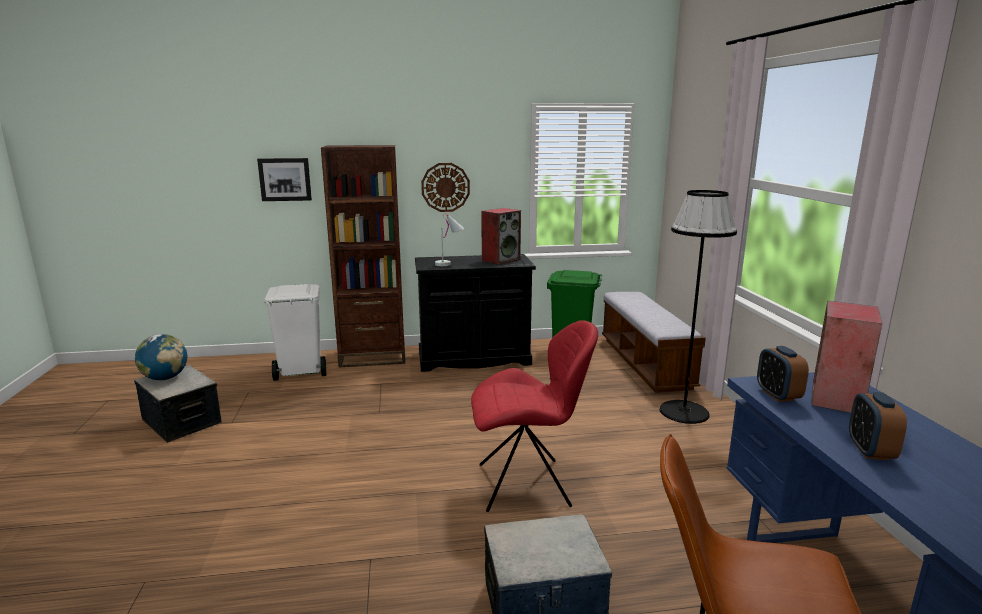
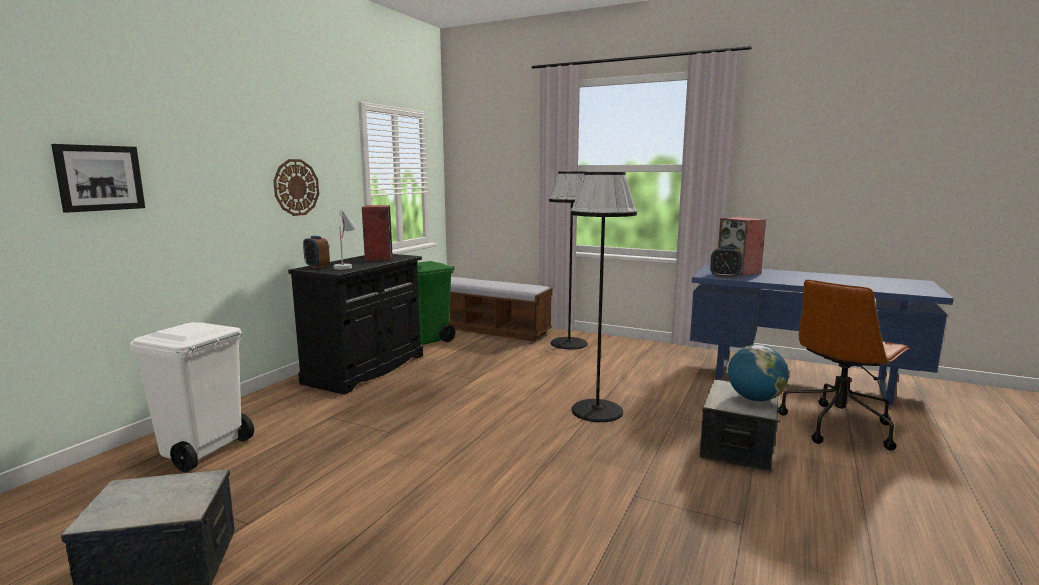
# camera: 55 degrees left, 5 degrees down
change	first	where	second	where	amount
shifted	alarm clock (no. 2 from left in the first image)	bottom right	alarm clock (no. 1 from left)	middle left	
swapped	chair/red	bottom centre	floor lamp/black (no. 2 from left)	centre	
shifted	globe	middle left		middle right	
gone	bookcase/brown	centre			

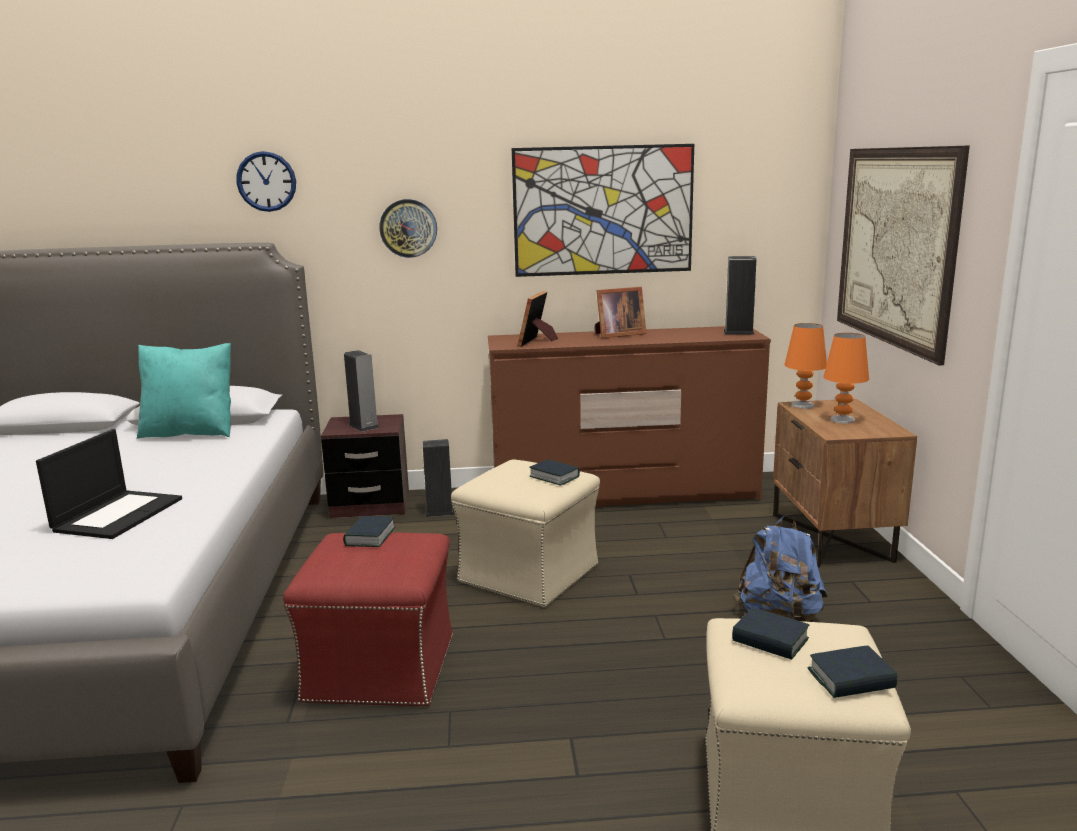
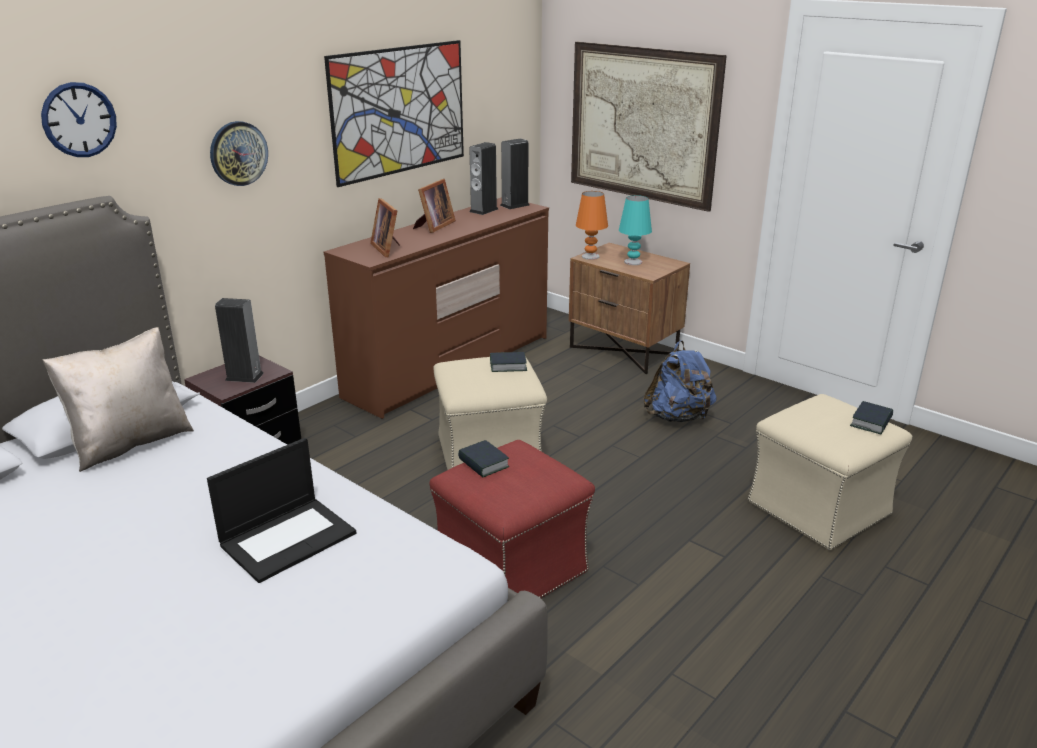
# camera: 45 degrees left, 10 degrees up
change	first	where	second	where	amount
repainted	pillow/turquoise	middle left	pillow/beige	middle left	
rotated	laptop	middle left		bottom left	75 degrees clockwise
shifted	speaker (no. 2 from left)	centre		top centre	
repainted	table lamp/orange (no. 2 from left)	middle right	table lamp/turquoise	top centre	
gone	book (no. 3 from left)	bottom right			

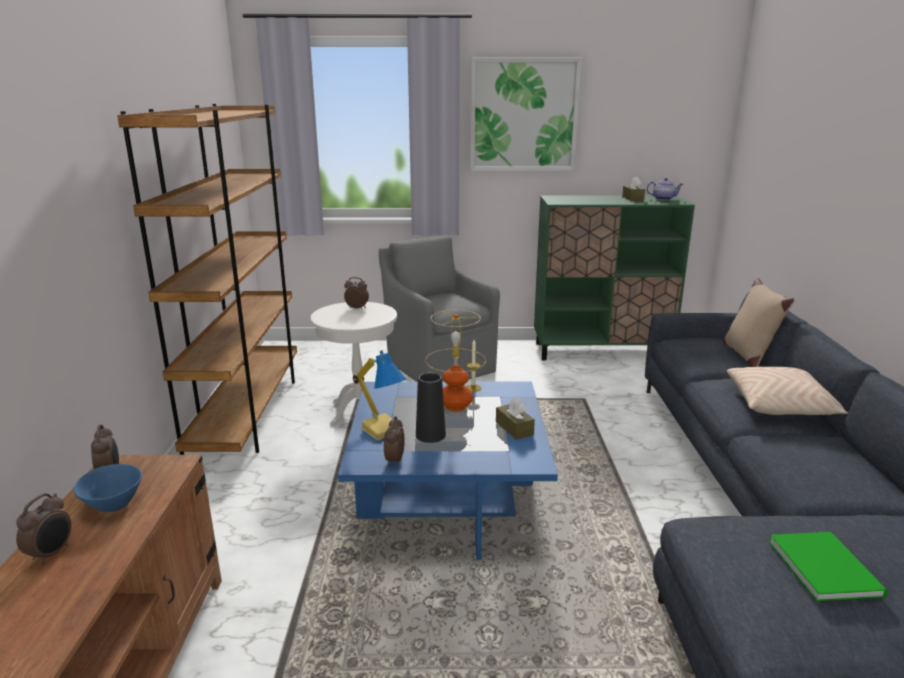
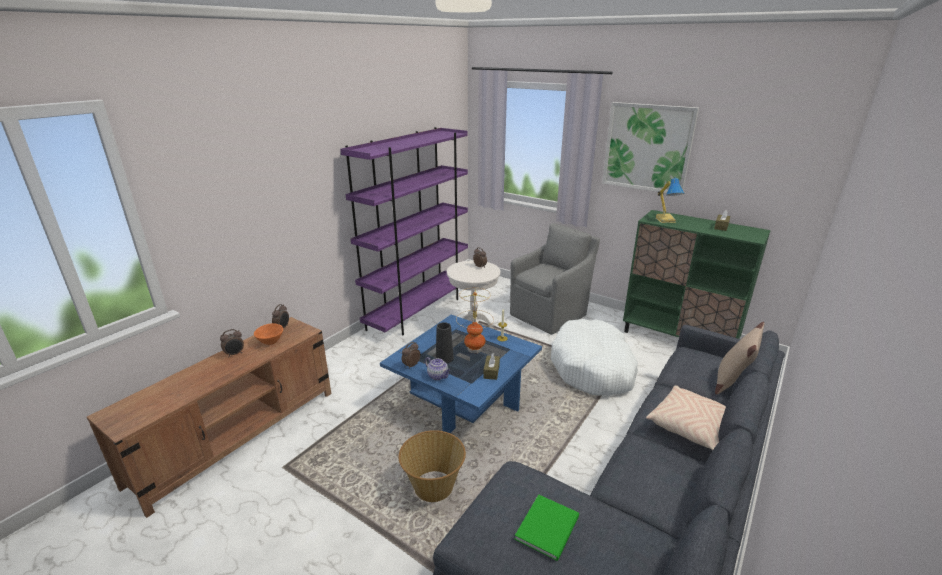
# camera: 35 degrees right, 5 degrees up
change	first	where	second	where	amount
repainted	bowl/blue	bottom left	bowl/orange	middle left	
repainted	bookcase/brown	middle left	bookcase/purple	centre	
new			basket	bottom centre	
shifted	teapot	top right		centre	
rotated	armchair/grey	centre		centre	45 degrees clockwise
new			dog bed/white	centre	
shifted	table lamp (no. 1 from left in the first image)	centre	table lamp (no. 2 from left)	middle right	

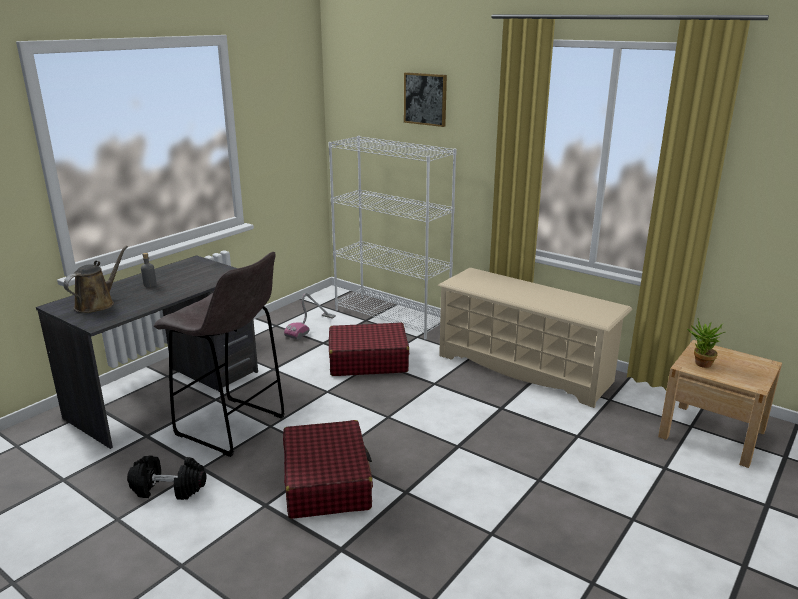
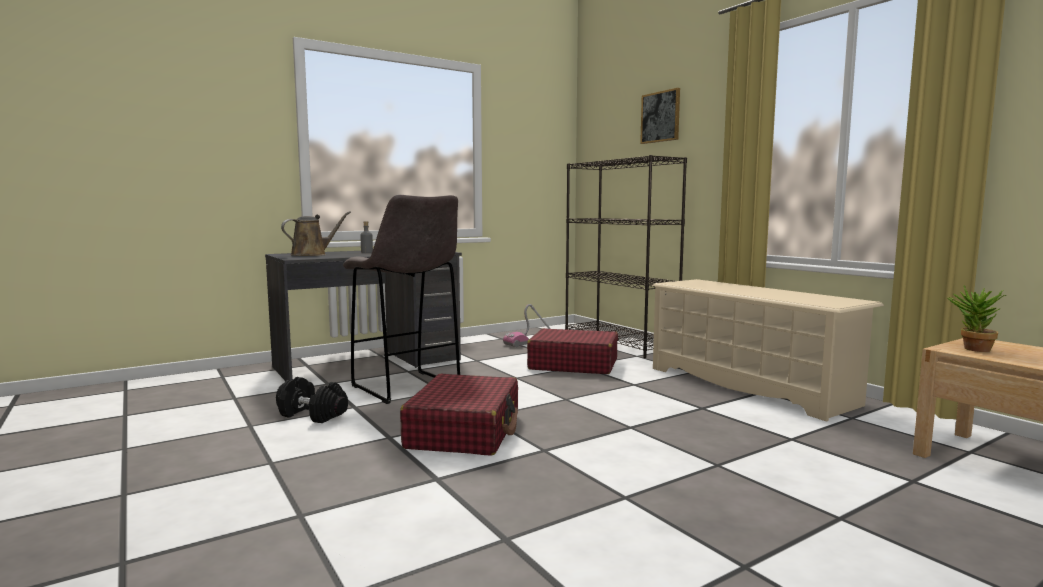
# camera: 20 degrees right, 15 degrees down
change	first	where	second	where	amount
repainted	bookcase/white	centre	bookcase/black	centre	

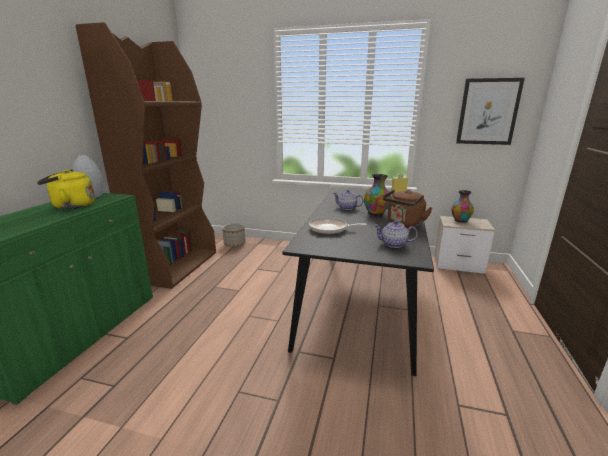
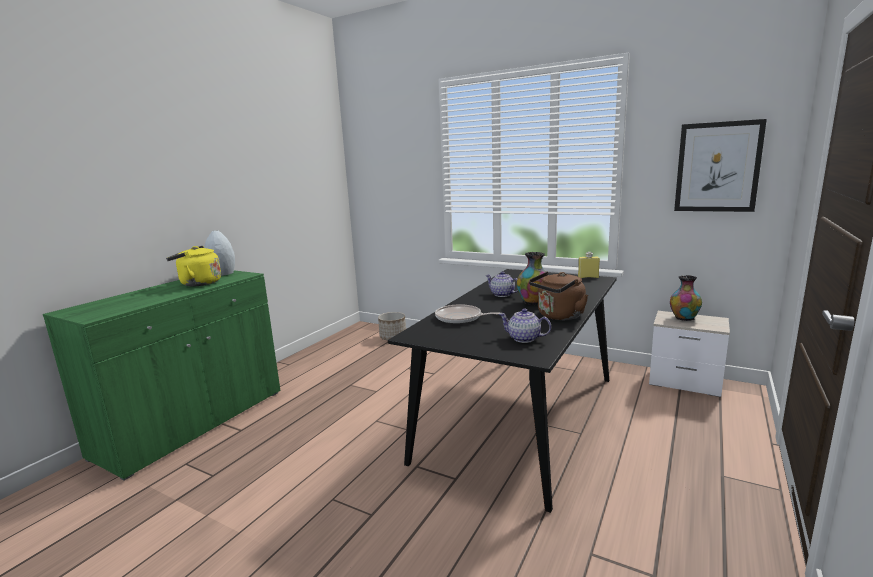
# camera: 15 degrees right, 5 degrees down
change	first	where	second	where	amount
gone	bookcase/brown	middle left			

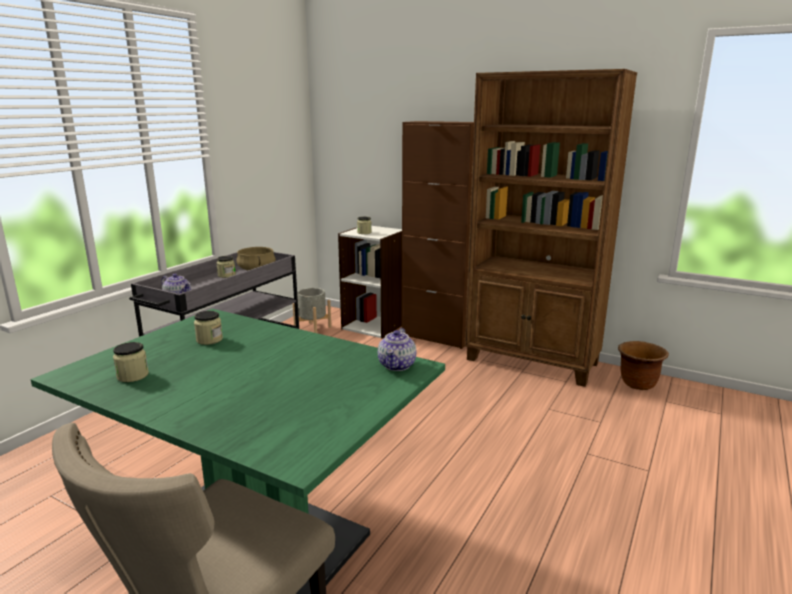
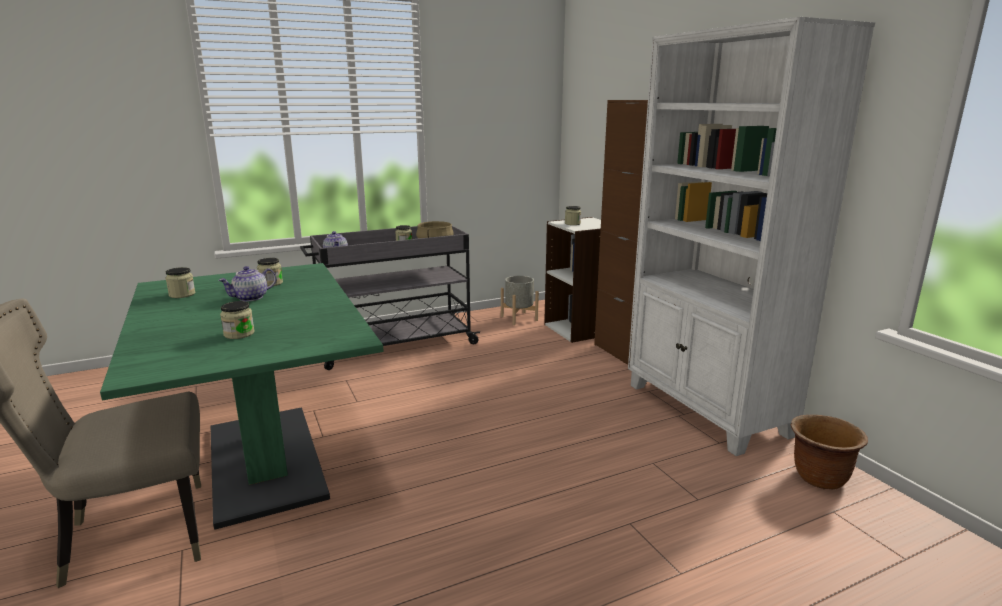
# camera: 35 degrees right, 0 degrees up
change	first	where	second	where	amount
shifted	teapot (no. 2 from left in the first image)	centre	teapot (no. 1 from left)	middle left	
new			jar (no. 2 from left)	middle left	
repainted	bookcase/brown	middle right	bookcase/white (no. 2 from left)	middle right	

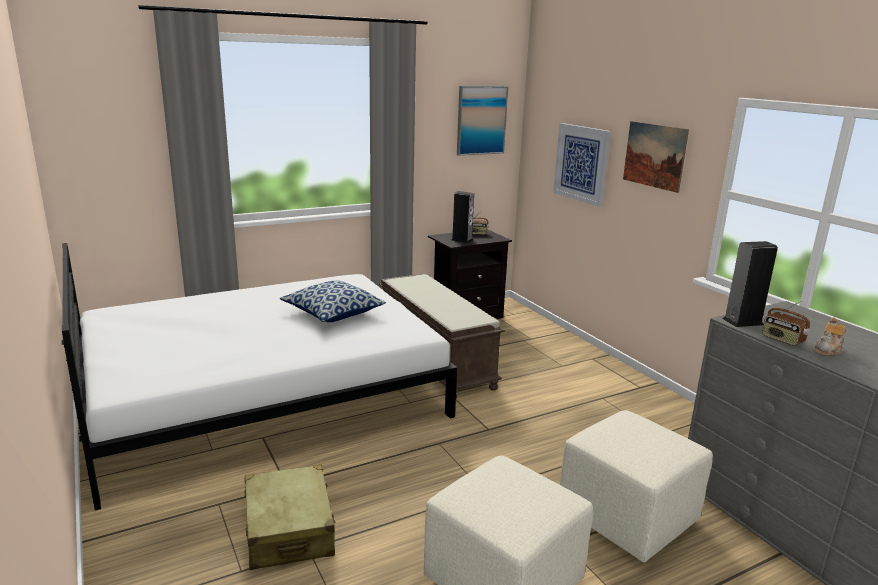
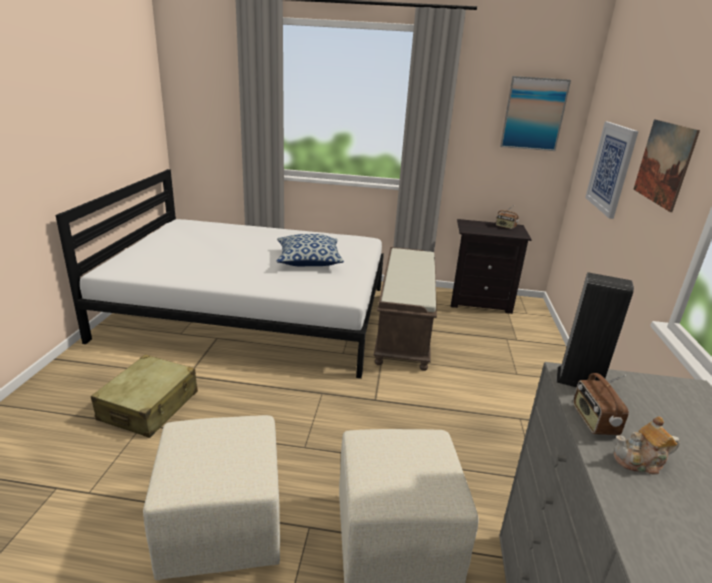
# camera: 35 degrees right, 5 degrees up
change	first	where	second	where	amount
gone	speaker (no. 1 from left)	centre			

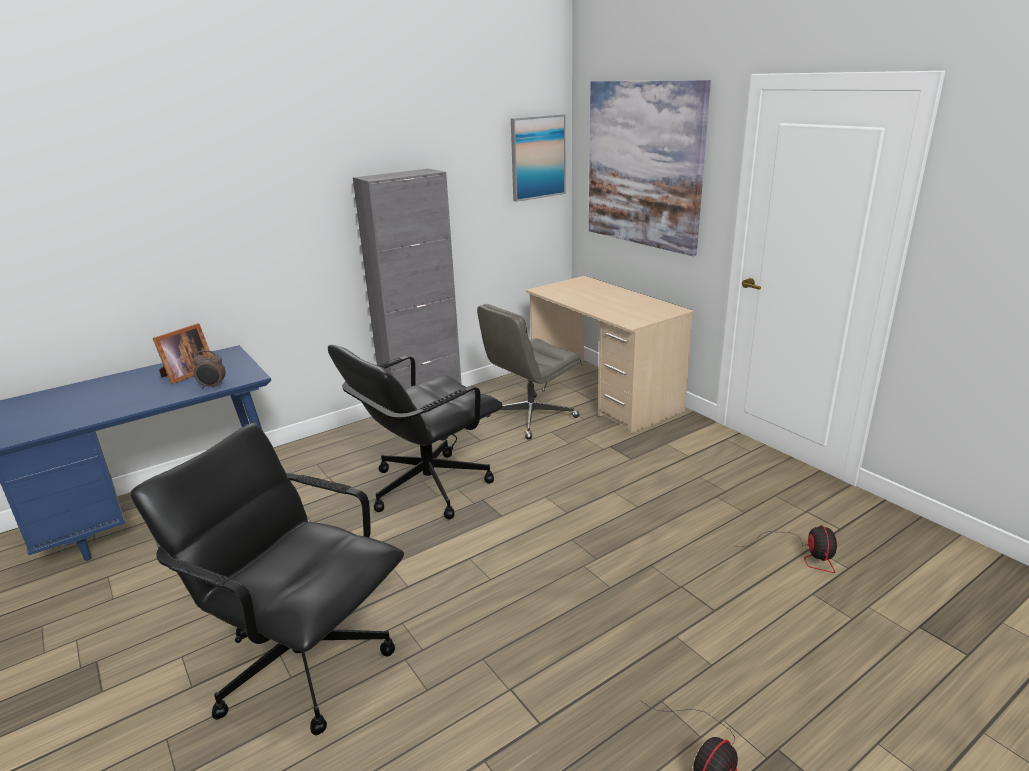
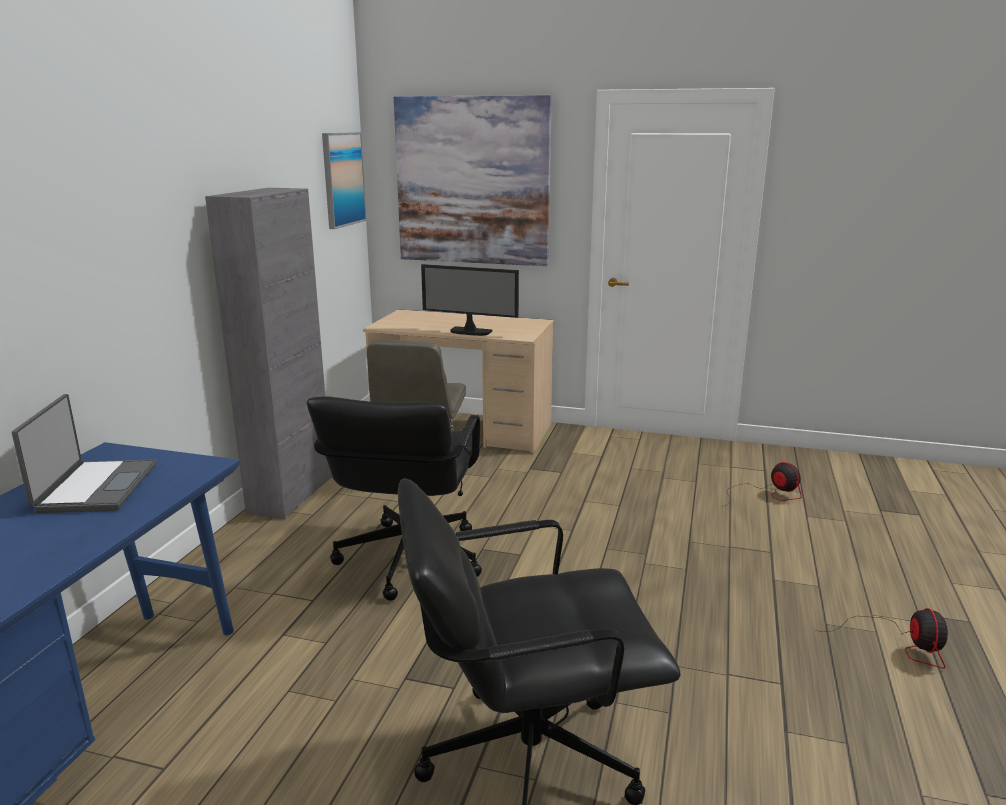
# camera: 40 degrees left, 5 degrees down
change	first	where	second	where	amount
swapped	picture frame	middle left	laptop	middle left	
new			monitor	centre	
gone	alarm clock	middle left			

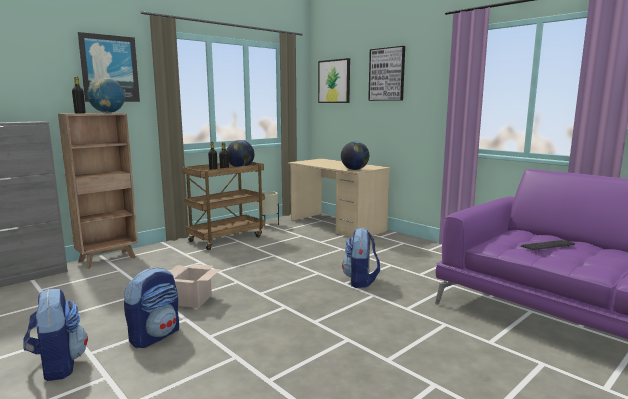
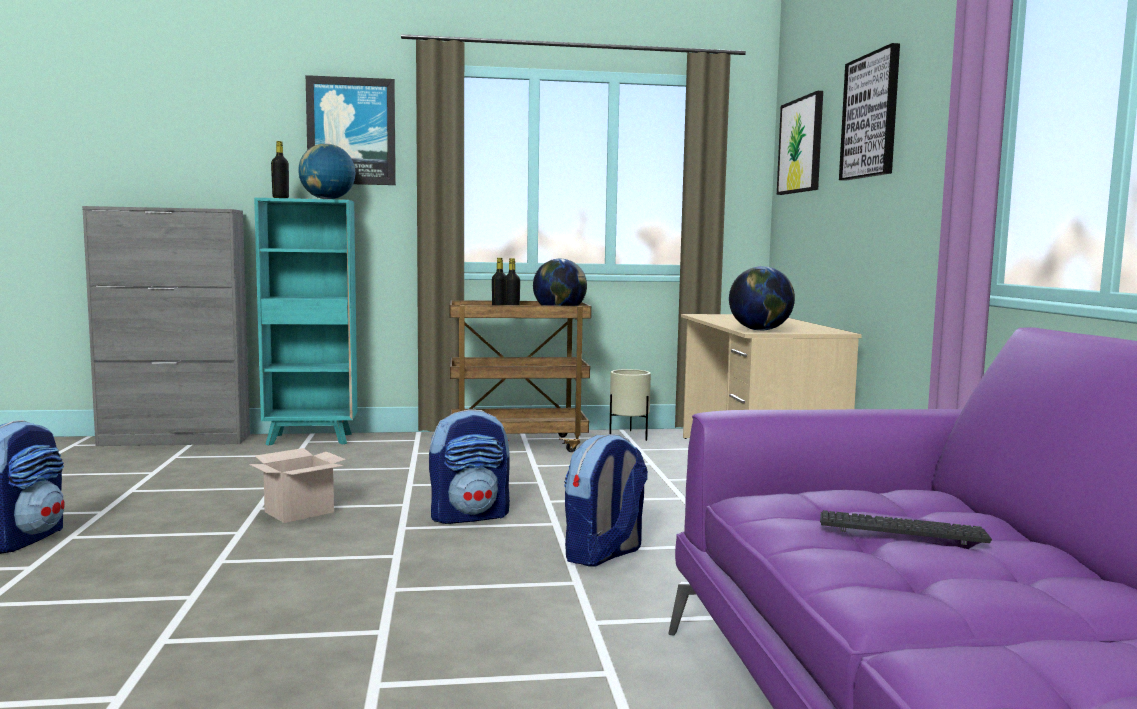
# camera: 35 degrees right, 5 degrees down
change	first	where	second	where	amount
repainted	bookcase/brown	middle left	bookcase/turquoise	middle left	
shifted	backpack (no. 2 from left)	bottom left		centre	

